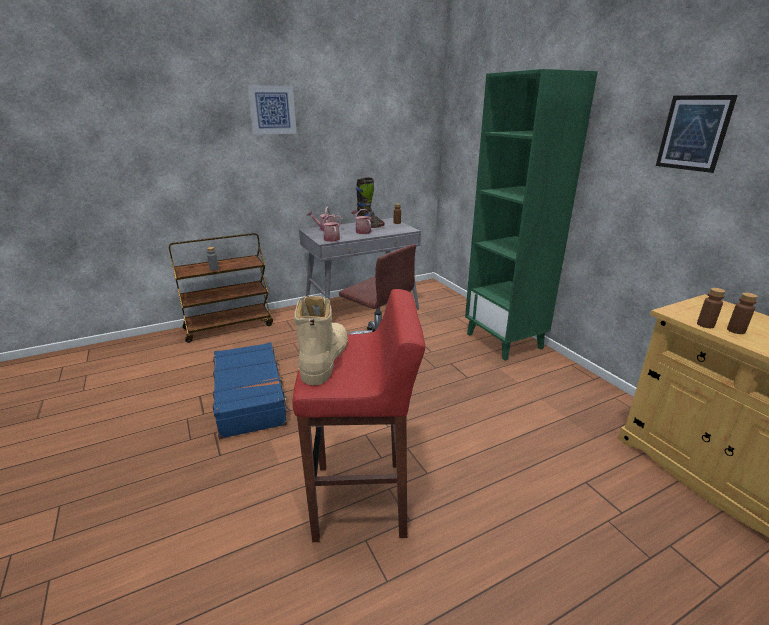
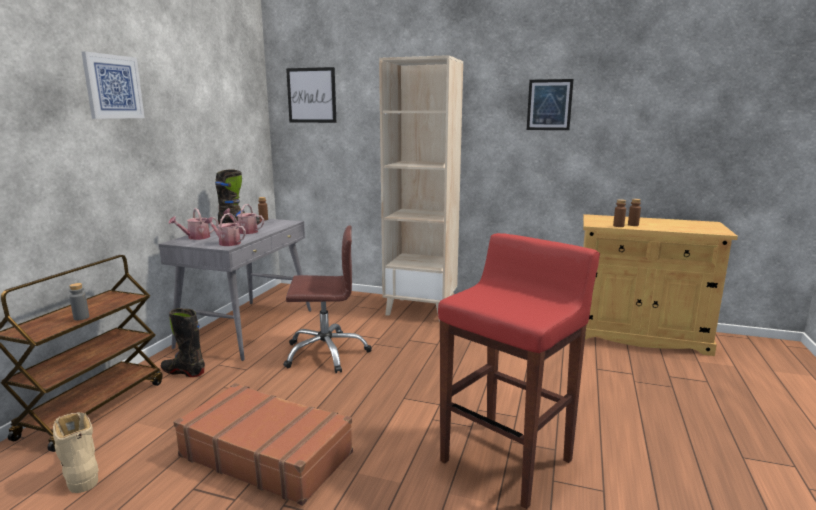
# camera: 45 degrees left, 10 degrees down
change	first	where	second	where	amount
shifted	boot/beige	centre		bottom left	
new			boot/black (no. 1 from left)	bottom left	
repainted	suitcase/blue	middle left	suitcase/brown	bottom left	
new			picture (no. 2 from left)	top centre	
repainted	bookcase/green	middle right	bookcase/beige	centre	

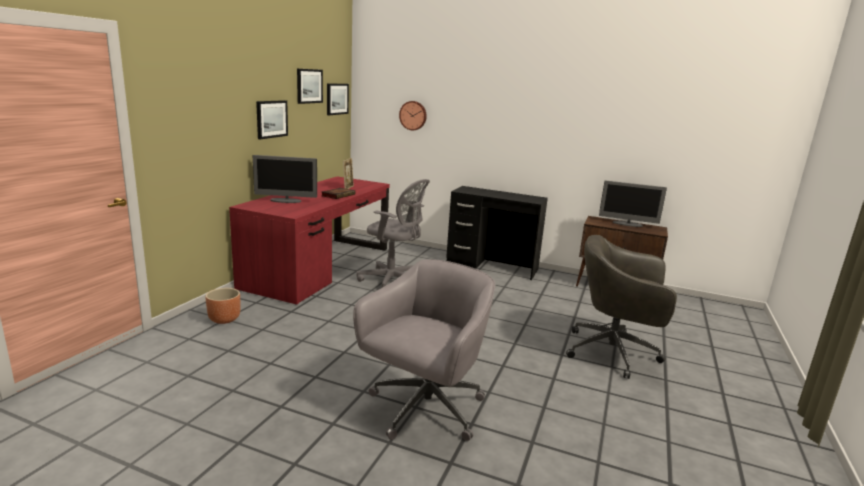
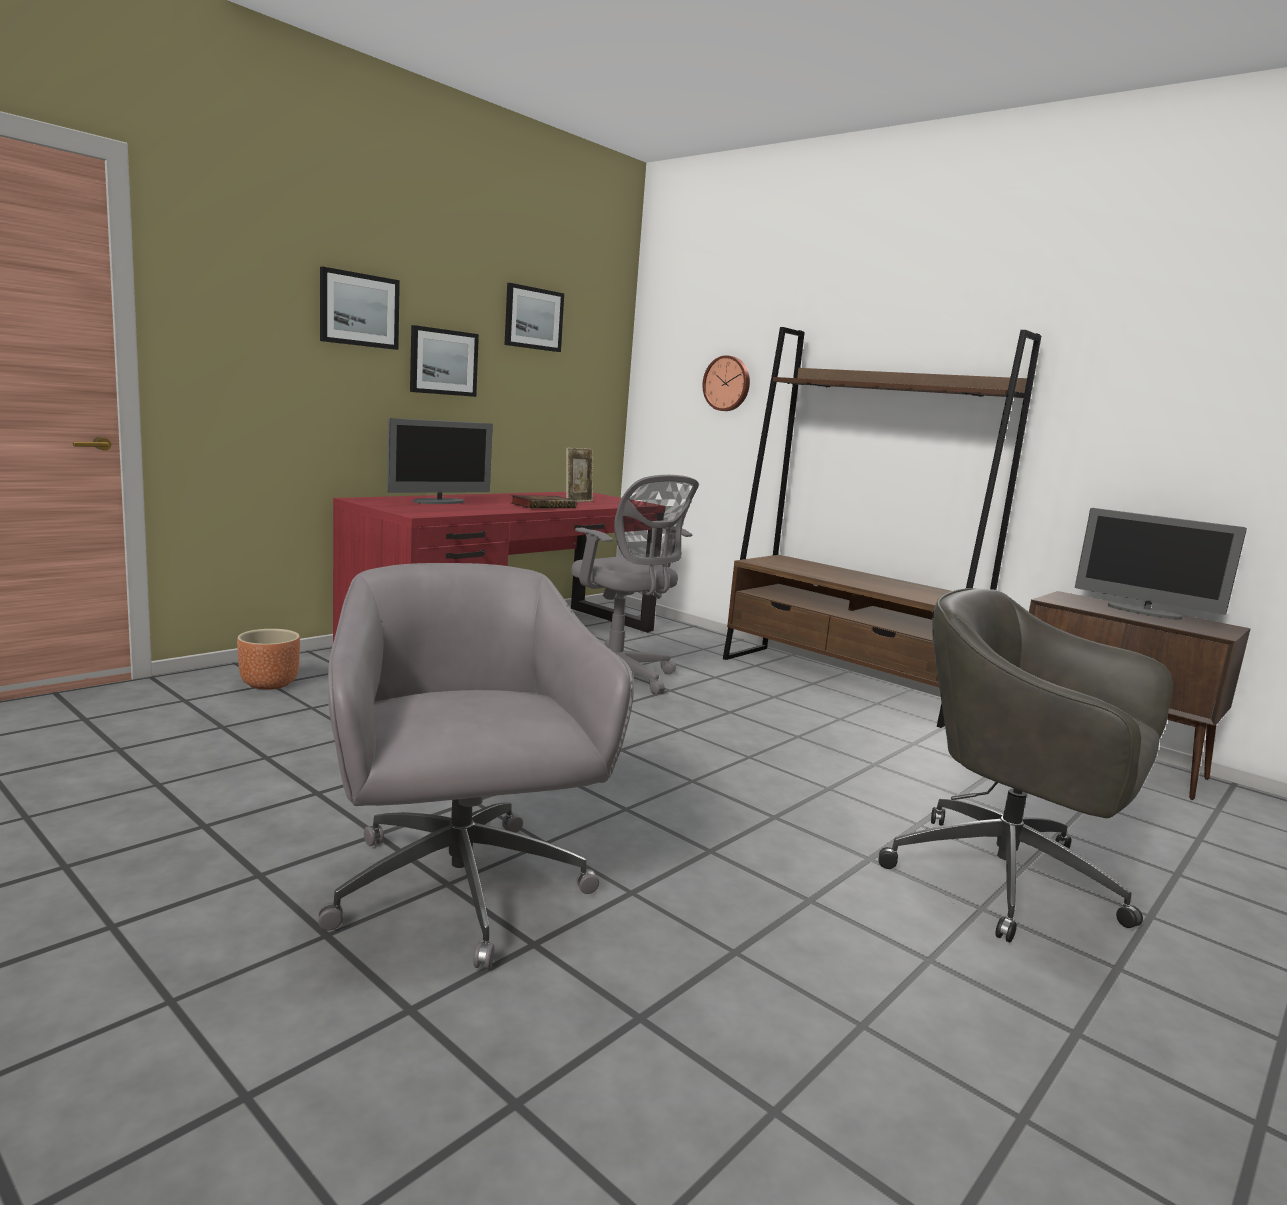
# camera: 20 degrees right, 5 degrees down
change	first	where	second	where	amount
rotated	office chair/grey (no. 2 from left in the first image)	bottom centre	office chair/grey (no. 1 from left)	centre	75 degrees counterclockwise
shifted	picture (no. 3 from left in the first image)	top centre	picture (no. 1 from left)	top left	
rotated	monitor (no. 1 from left)	middle left		centre	60 degrees counterclockwise
swapped	desk/black	centre	bookcase/brown	middle right	

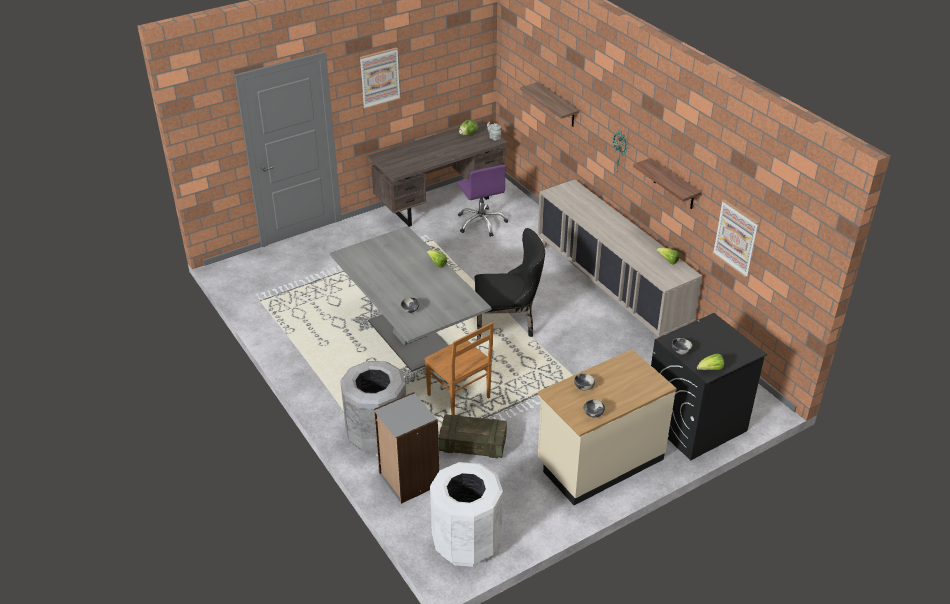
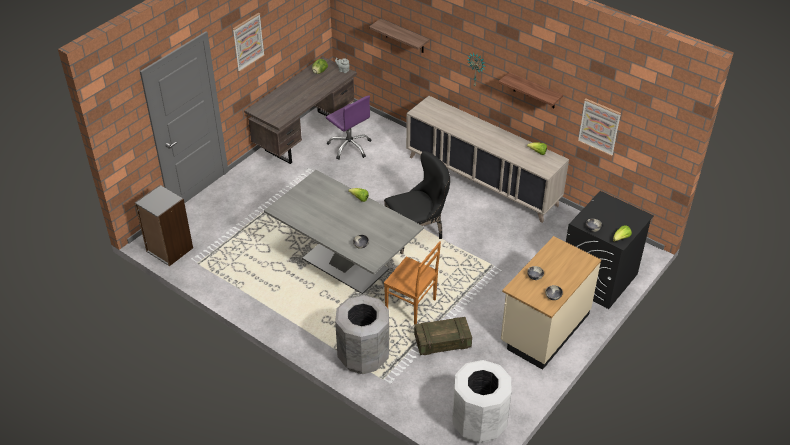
# camera: 20 degrees left, 5 degrees up
change	first	where	second	where	amount
shifted	bookcase/grey	bottom centre		middle left	

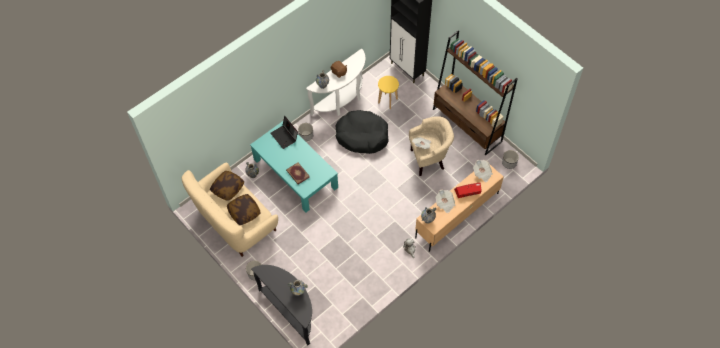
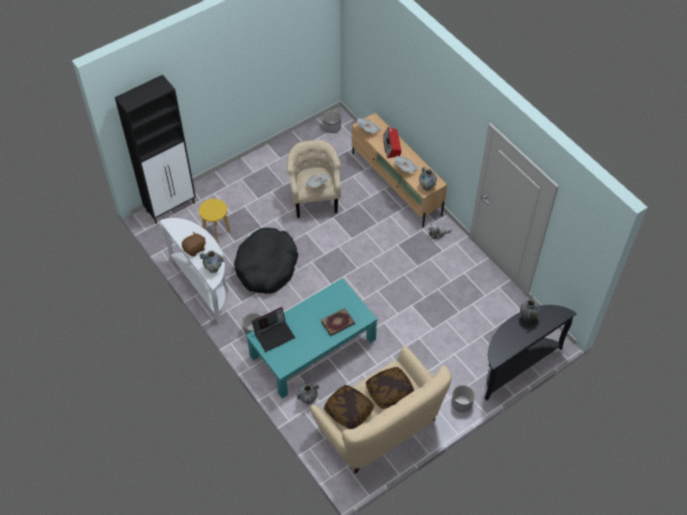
# camera: 85 degrees left, 5 degrees down
change	first	where	second	where	amount
gone	bookcase/brown	top centre			

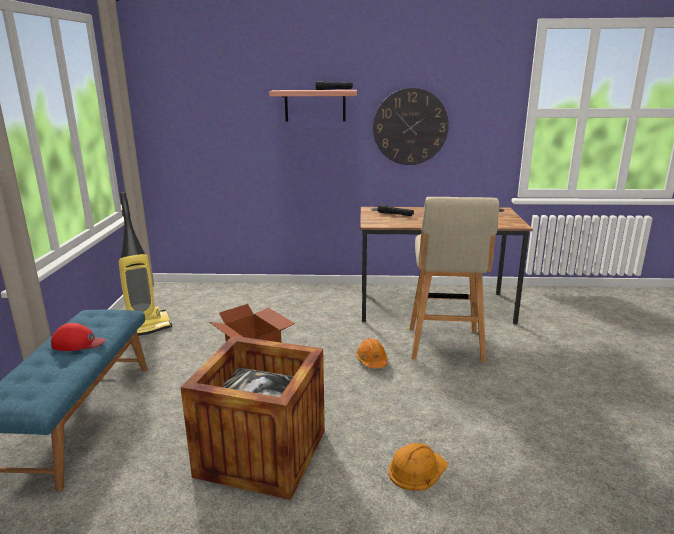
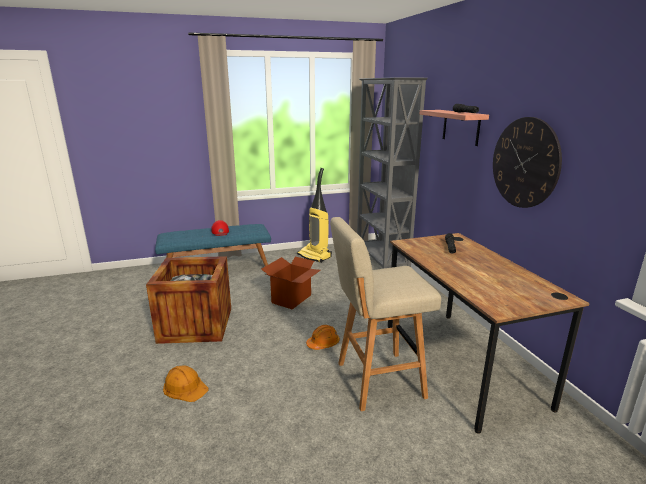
# camera: 70 degrees right, 0 degrees up
change	first	where	second	where	amount
new			bookcase/grey	centre	

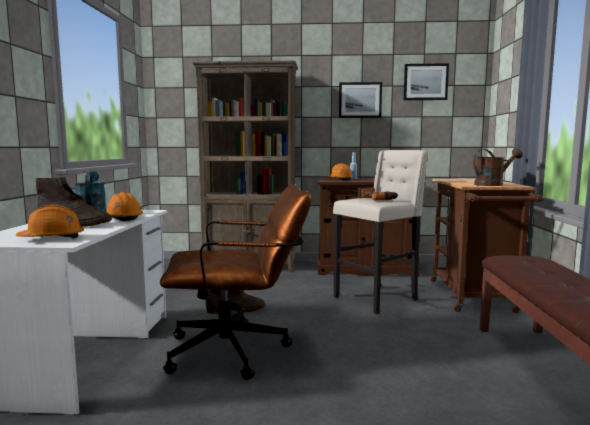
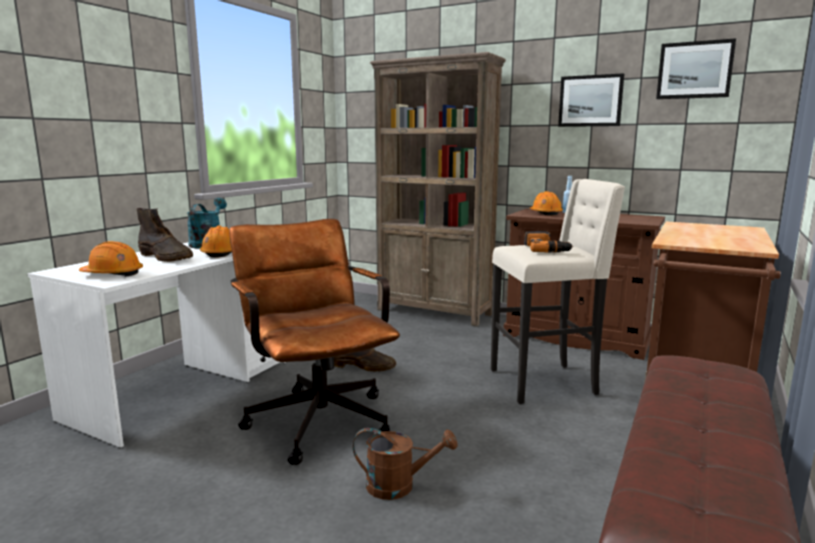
# camera: 25 degrees right, 5 degrees up
change	first	where	second	where	amount
rotated	office chair/brown	centre		centre	135 degrees counterclockwise
shifted	watering can/brown	middle right		bottom centre	

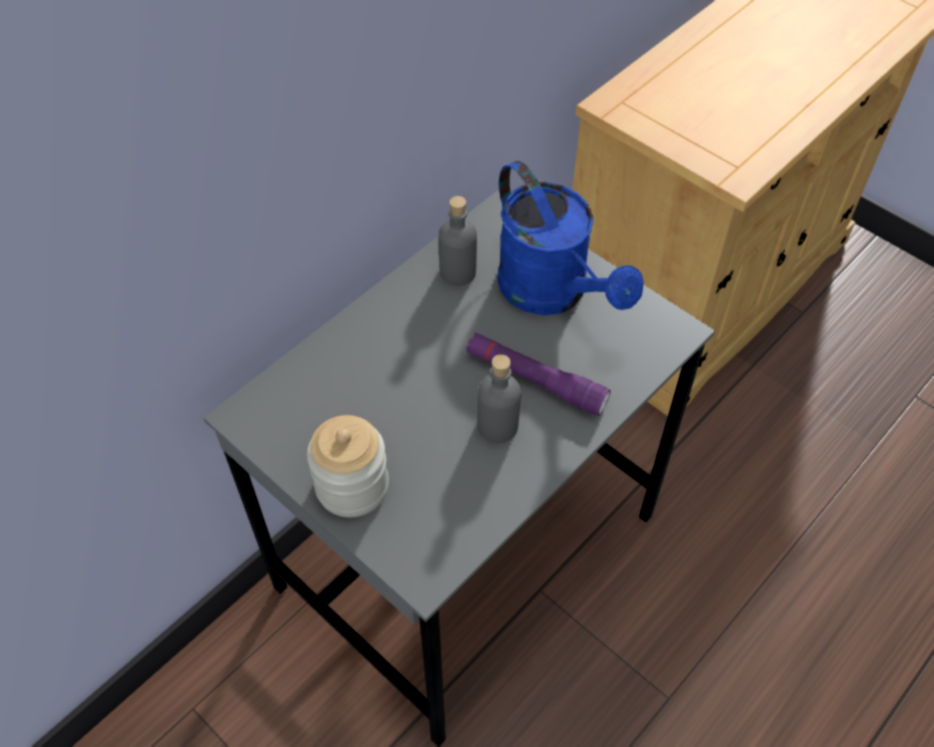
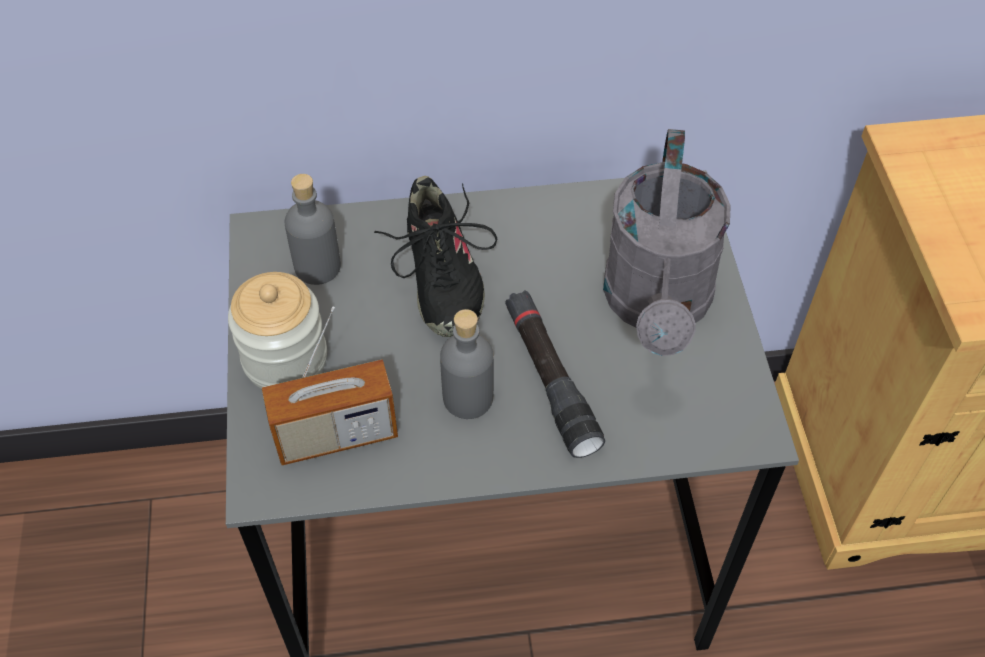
# camera: 40 degrees right, 0 degrees up
change	first	where	second	where	amount
new			radio	centre	
shifted	bottle/grey (no. 1 from left)	top centre		middle left	
new			shoe/black	centre	
repainted	flashlight/purple	centre	flashlight/black	centre	
repainted	watering can/blue	top centre	watering can/grey	middle right	

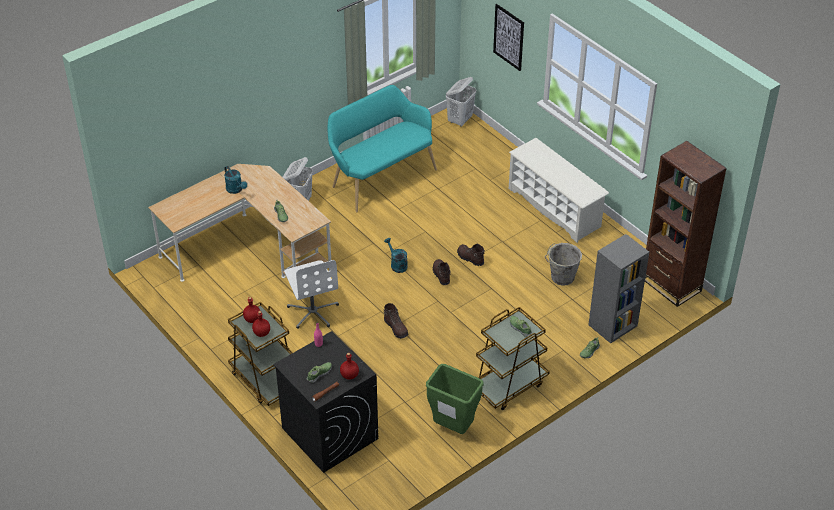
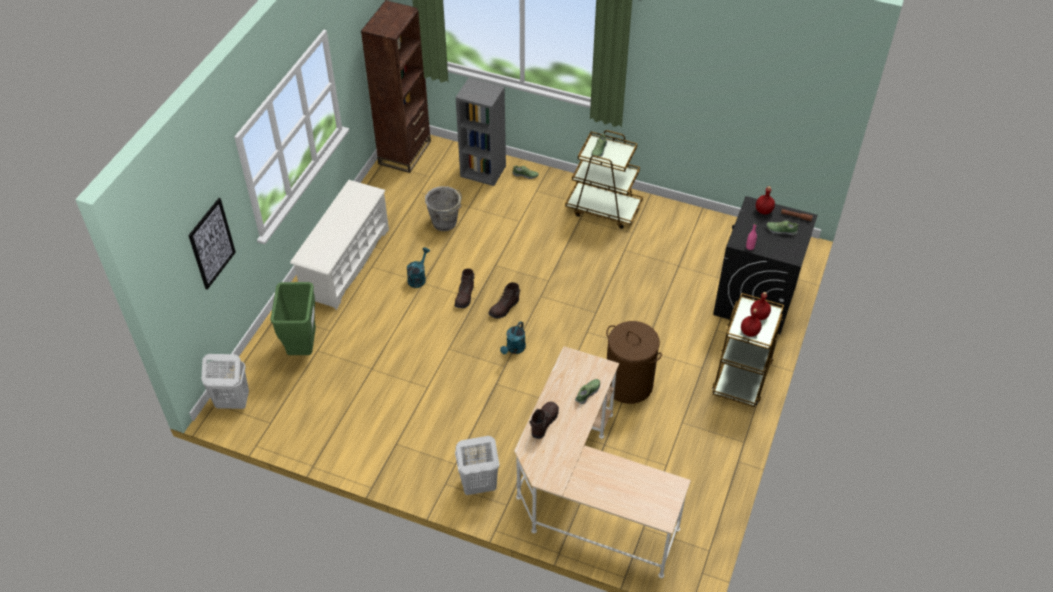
# camera: 120 degrees left, 5 degrees up
change	first	where	second	where	amount
shifted	trash can/green	bottom centre		middle left	
shifted	watering can/turquoise (no. 1 from left)	middle left		centre	
shifted	boot/brown (no. 1 from left in the first image)	centre	boot/brown (no. 3 from left)	bottom centre	
swapped	office chair/white	centre	laundry basket/brown	centre	
gone	bench/turquoise	top centre			

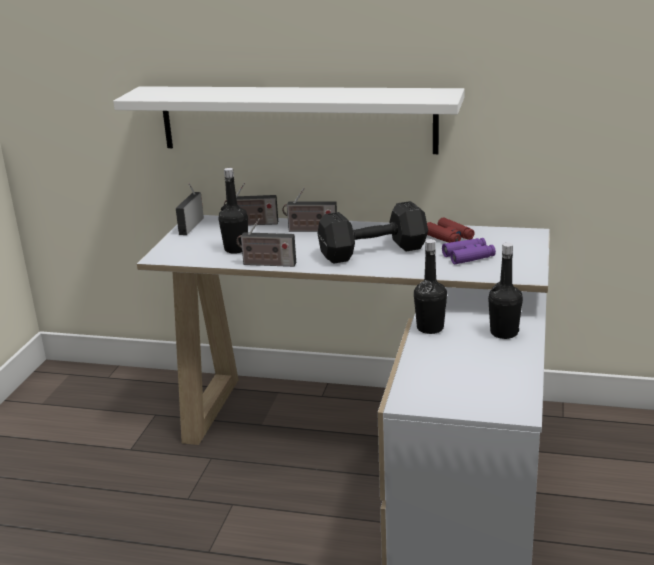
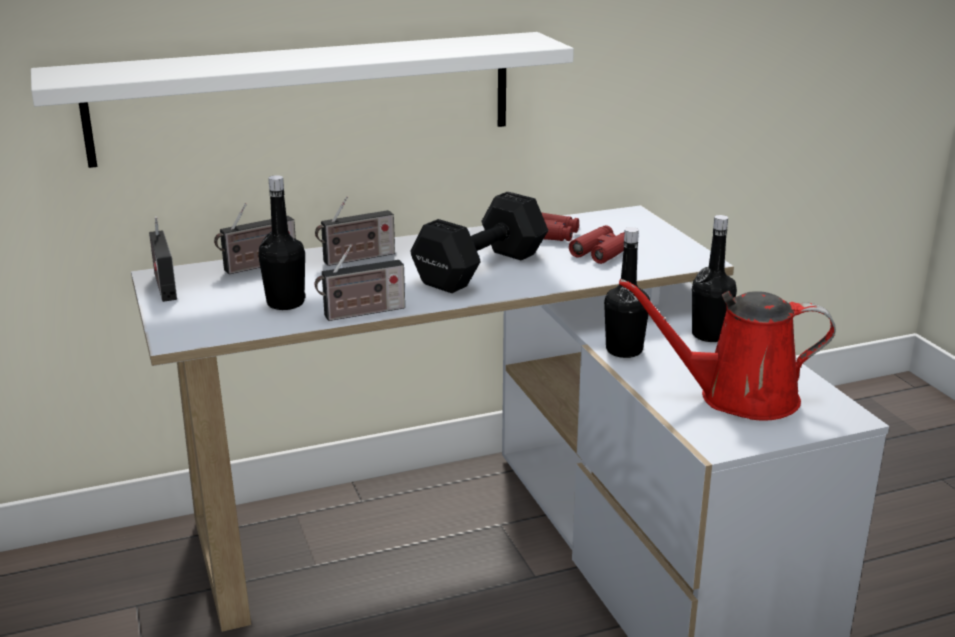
# camera: 35 degrees left, 0 degrees up
change	first	where	second	where	amount
repainted	binoculars/purple	middle right	binoculars/red (no. 2 from left)	centre	
new			watering can/red	middle right	

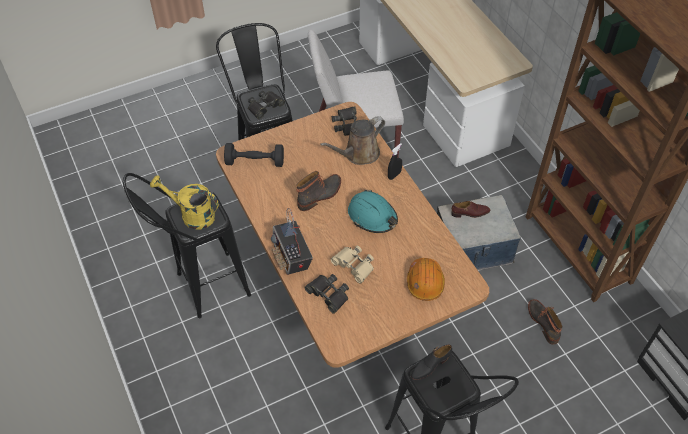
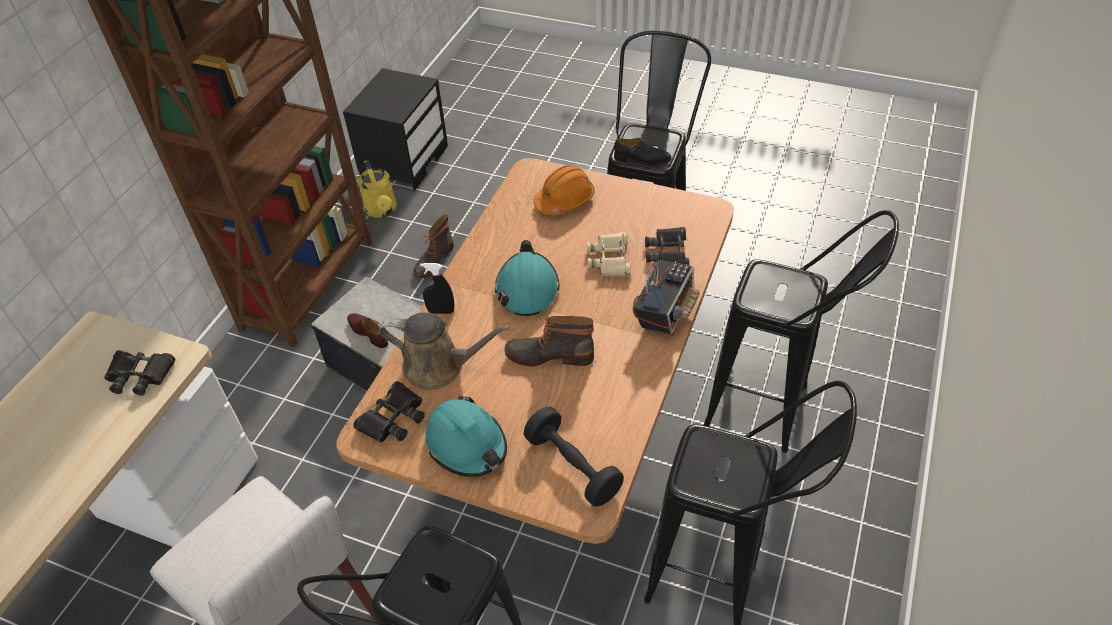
# camera: 130 degrees left, 5 degrees down
change	first	where	second	where	amount
shifted	binoculars/black (no. 1 from left)	top centre		middle left	
shifted	watering can/yellow	middle left		top centre	
new			hard hat/turquoise (no. 1 from left)	bottom centre	
new			stool/black (no. 4 from left)	middle right	

